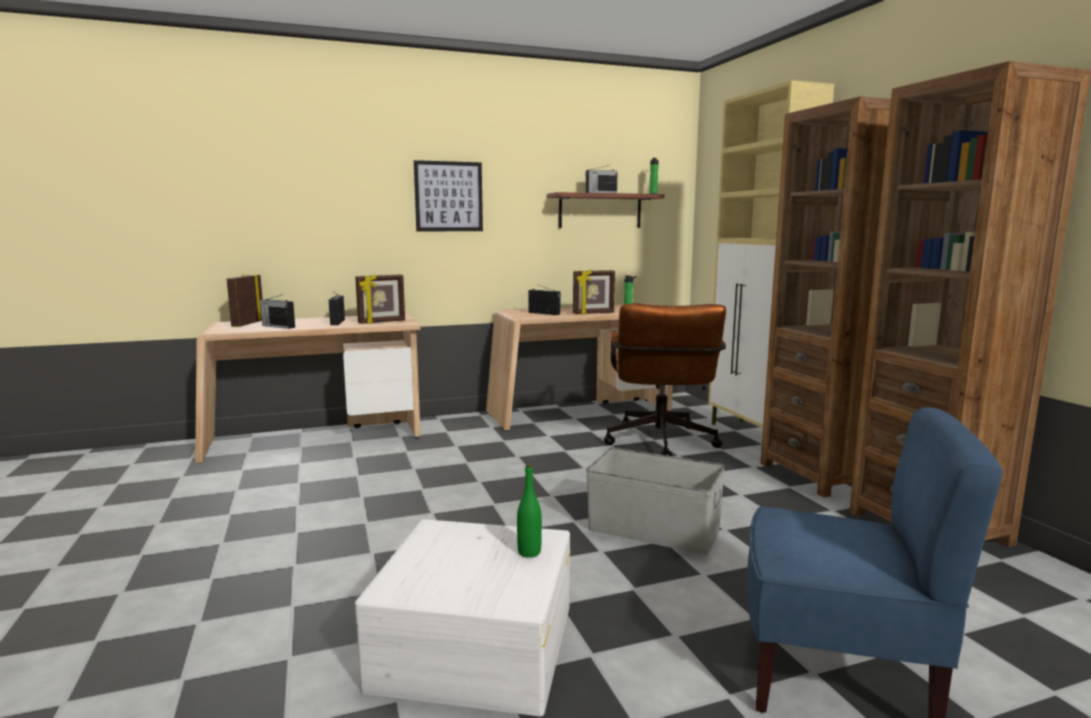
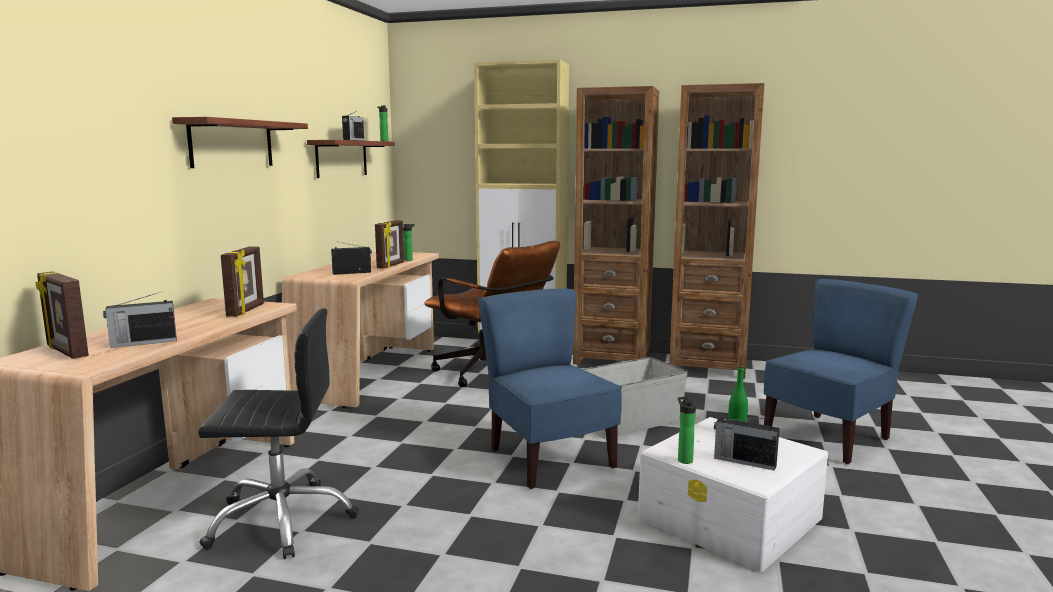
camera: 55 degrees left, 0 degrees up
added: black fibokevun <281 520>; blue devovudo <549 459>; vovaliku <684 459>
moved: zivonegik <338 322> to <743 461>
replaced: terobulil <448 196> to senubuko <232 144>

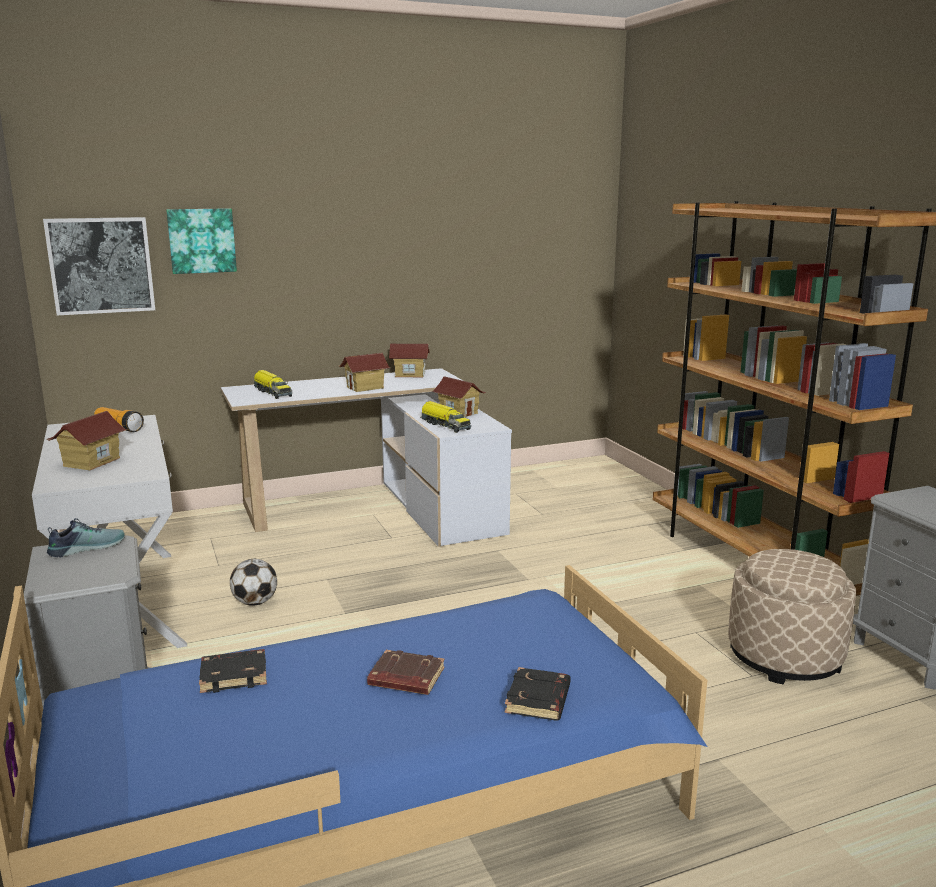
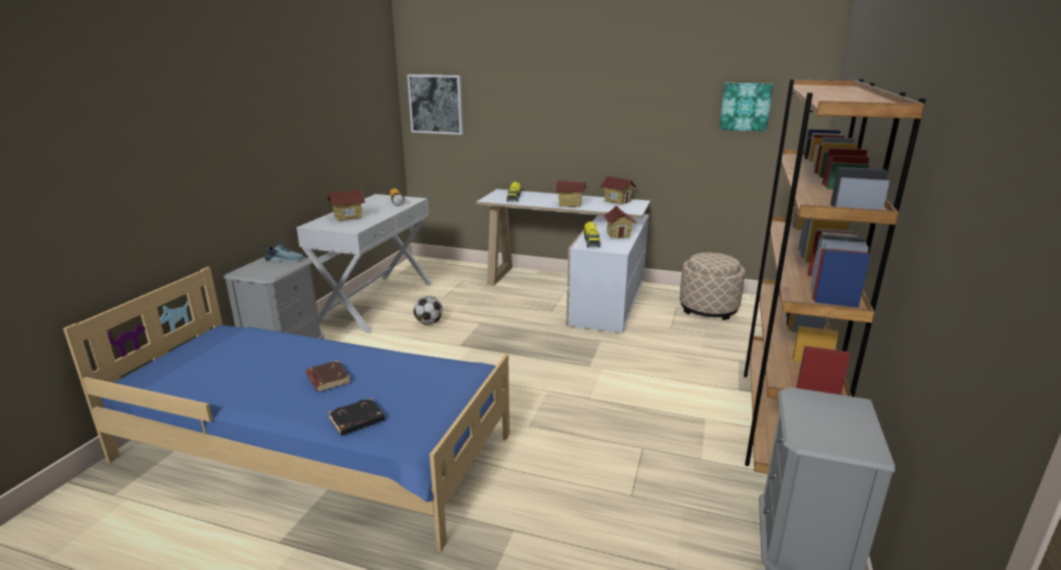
camera: 40 degrees right, 5 degrees up
removed: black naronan <234 675>
moved: terobulil <201 240> to <745 106>; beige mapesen <784 656> to <708 308>

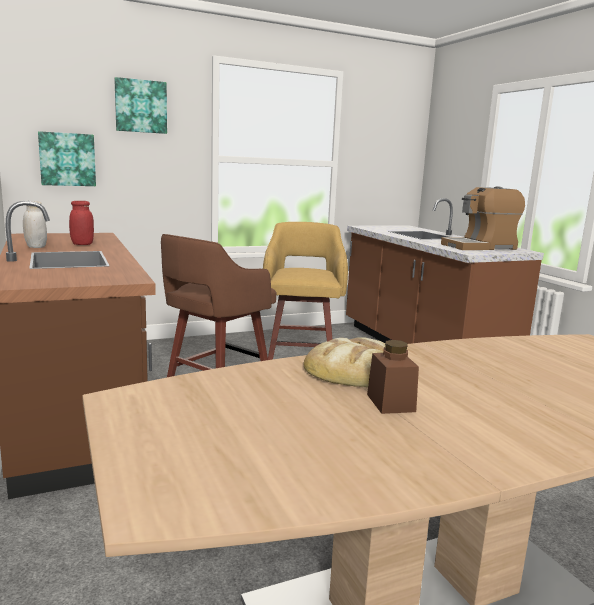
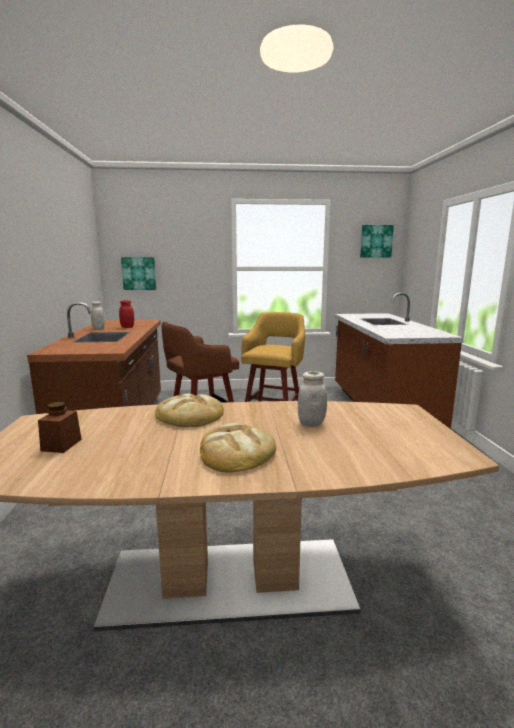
camera: 20 degrees right, 0 degrees up
removed: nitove <480 247>
added: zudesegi <236 452>; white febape <311 423>
moved: terobulil <141 106> to <376 241>; brown febape <390 403> to <61 445>

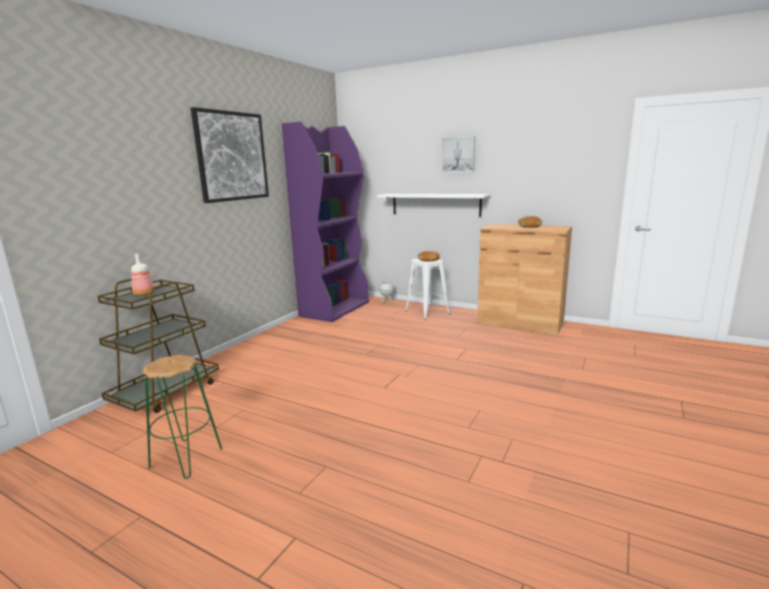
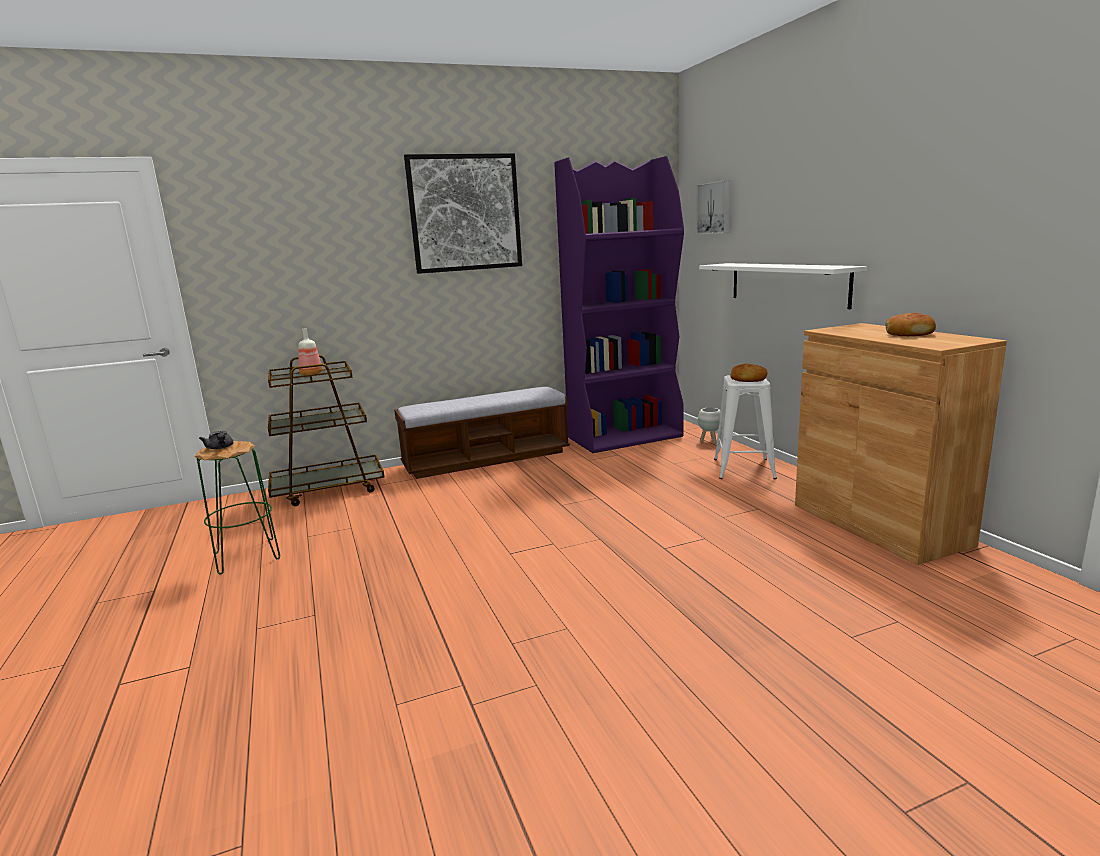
camera: 40 degrees right, 0 degrees up
added: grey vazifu <220 448>; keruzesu <486 459>
moved: terobulil <458 154> to <715 208>

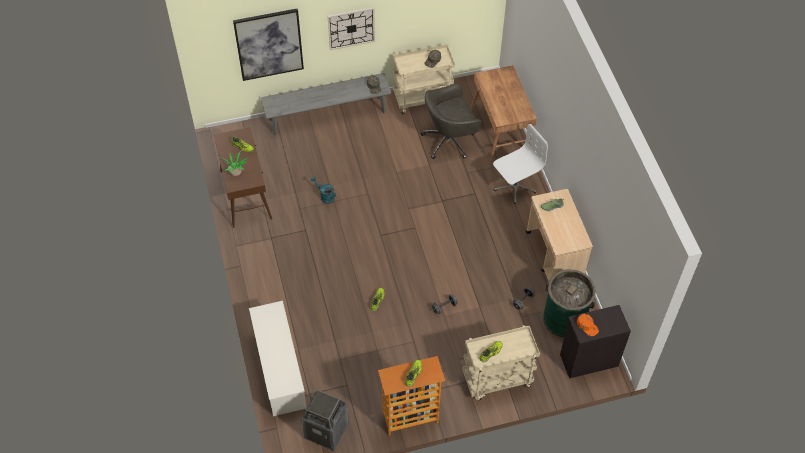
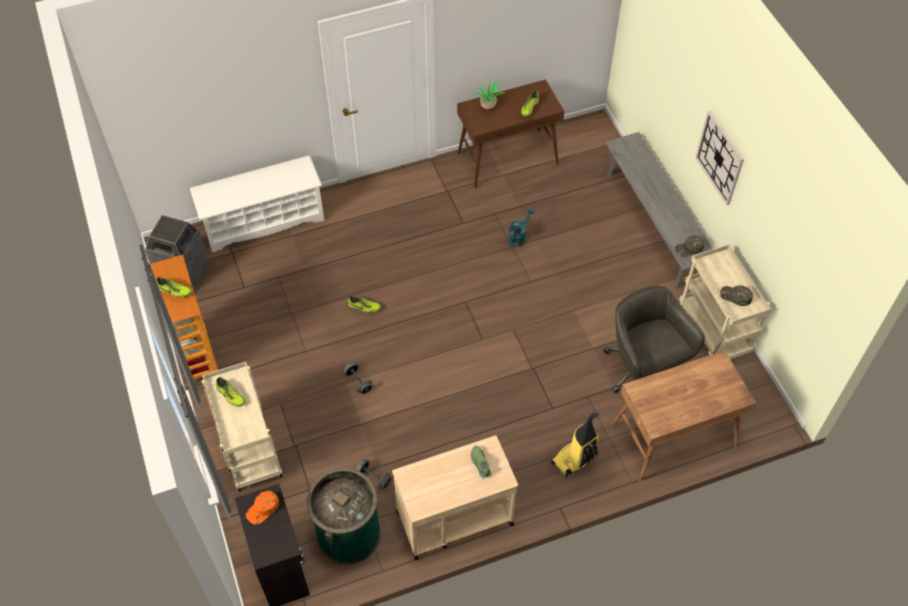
camera: 85 degrees right, 0 degrees up
removed: terobulil <269 44>
replaced: white fibokevun <514 186> to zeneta <574 460>

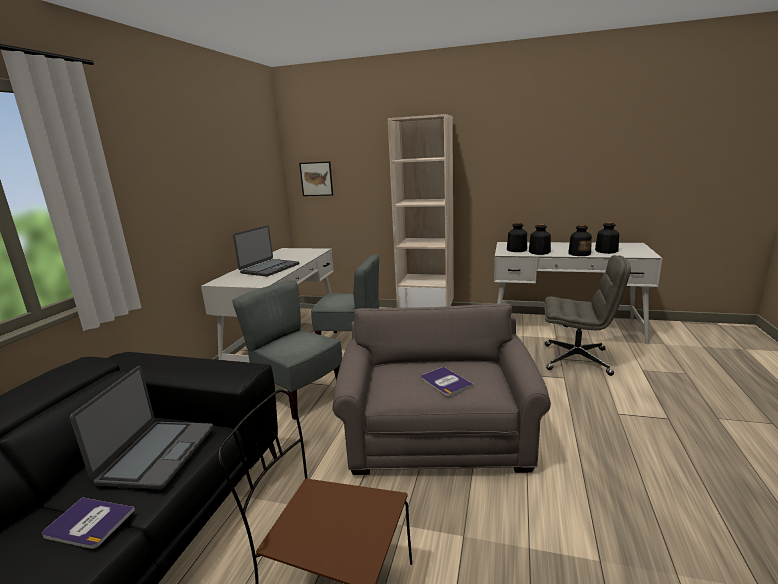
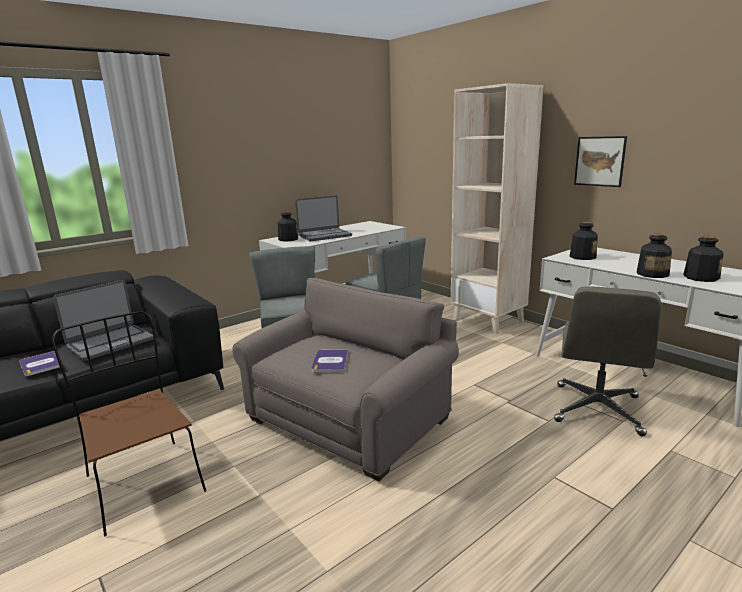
camera: 35 degrees right, 0 degrees up
moved: terobulil <316 179> to <599 161>; vovaliku <539 252> to <288 239>
turned: grey fibokevun <577 359> = <597 410> 60 degrees clockwise

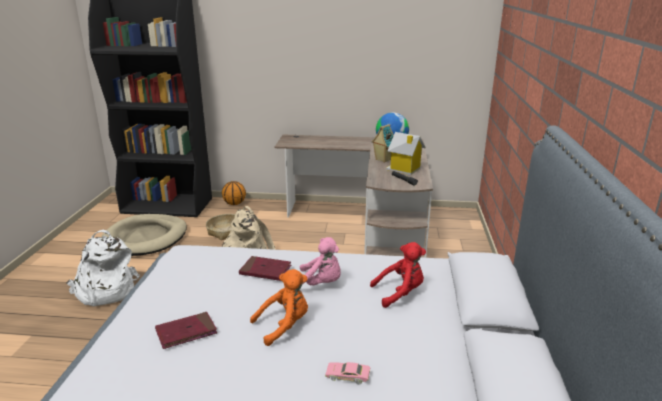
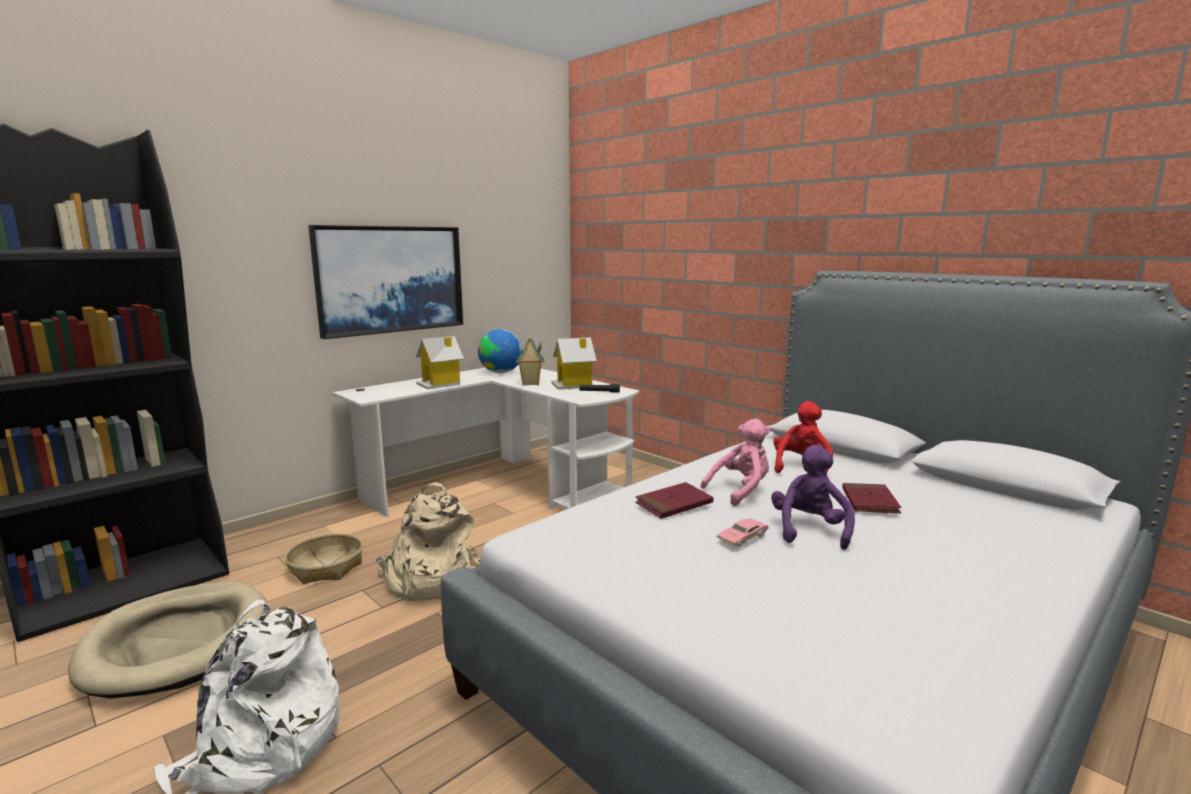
camera: 50 degrees left, 10 degrees down
removed: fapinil <235 203>
added: terobulil <391 279>; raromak <440 384>
moved: red naronan <186 332> to <869 501>; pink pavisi <347 375> to <742 537>
recoloured: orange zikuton <284 325> to purple zikuton <809 530>; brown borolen <368 225> to white borolen <504 486>

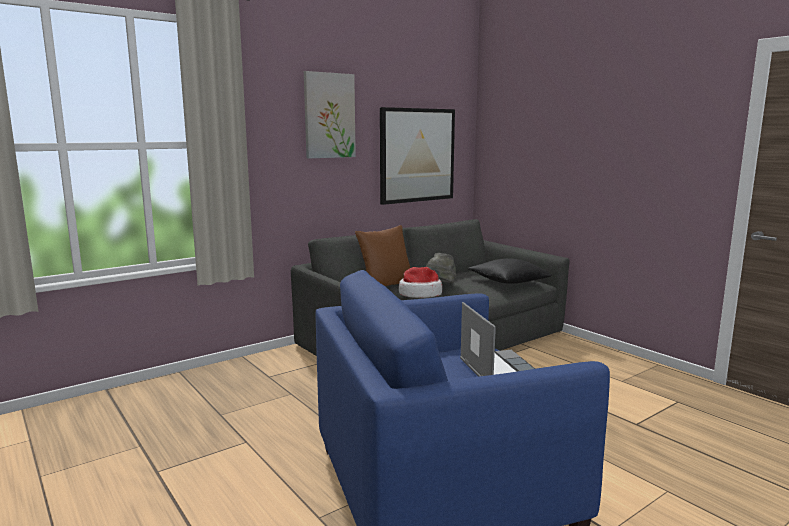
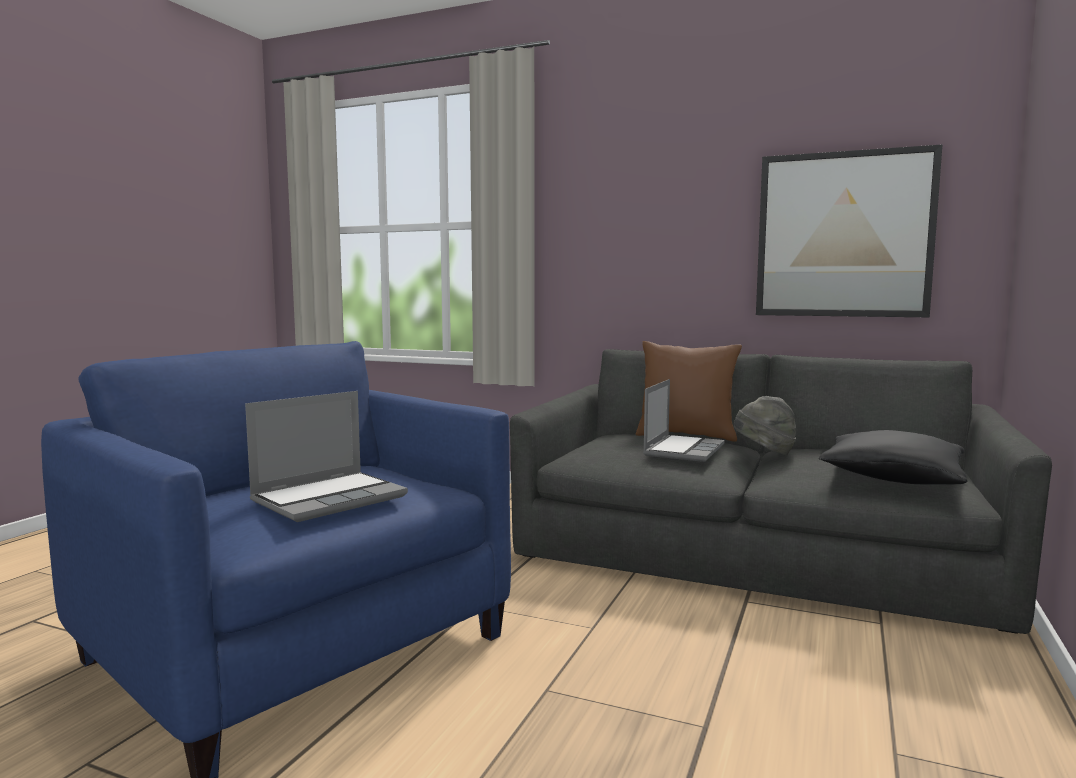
camera: 60 degrees right, 5 degrees down
removed: terobulil <329 115>
replaced: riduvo <420 294> to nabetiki <683 450>

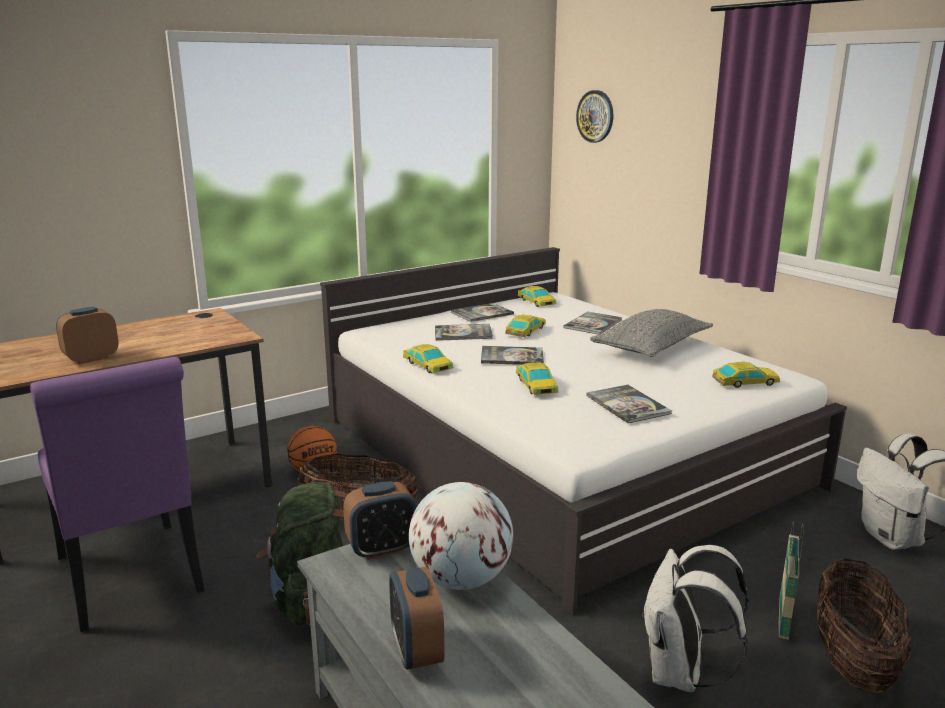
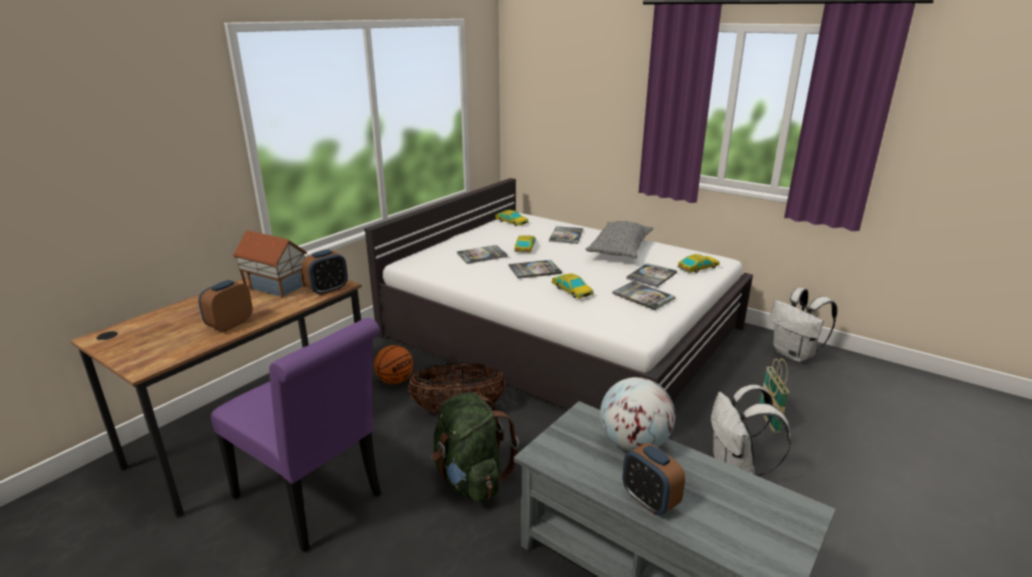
camera: 20 degrees left, 5 degrees up
removed: pavisi <427 365>; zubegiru <595 116>; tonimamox <852 662>
added: raromak <276 286>
moved: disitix <382 549> to <328 290>; naronan <482 313> to <651 276>

